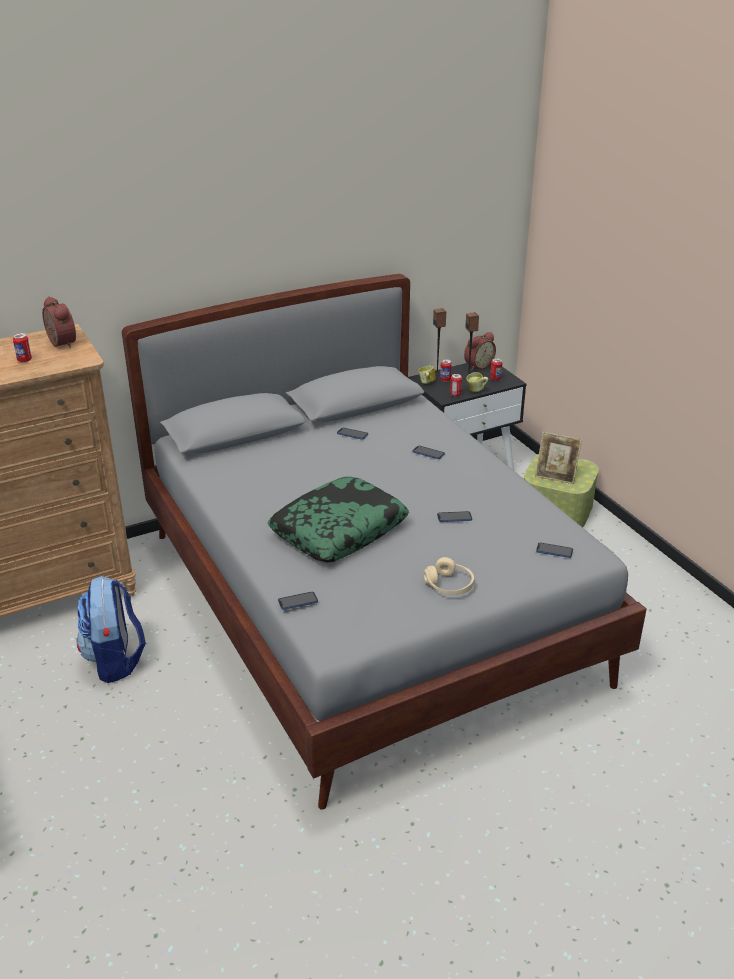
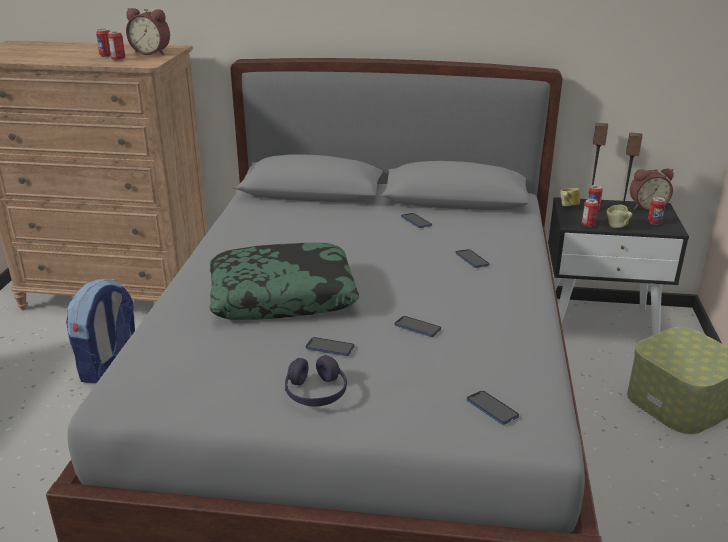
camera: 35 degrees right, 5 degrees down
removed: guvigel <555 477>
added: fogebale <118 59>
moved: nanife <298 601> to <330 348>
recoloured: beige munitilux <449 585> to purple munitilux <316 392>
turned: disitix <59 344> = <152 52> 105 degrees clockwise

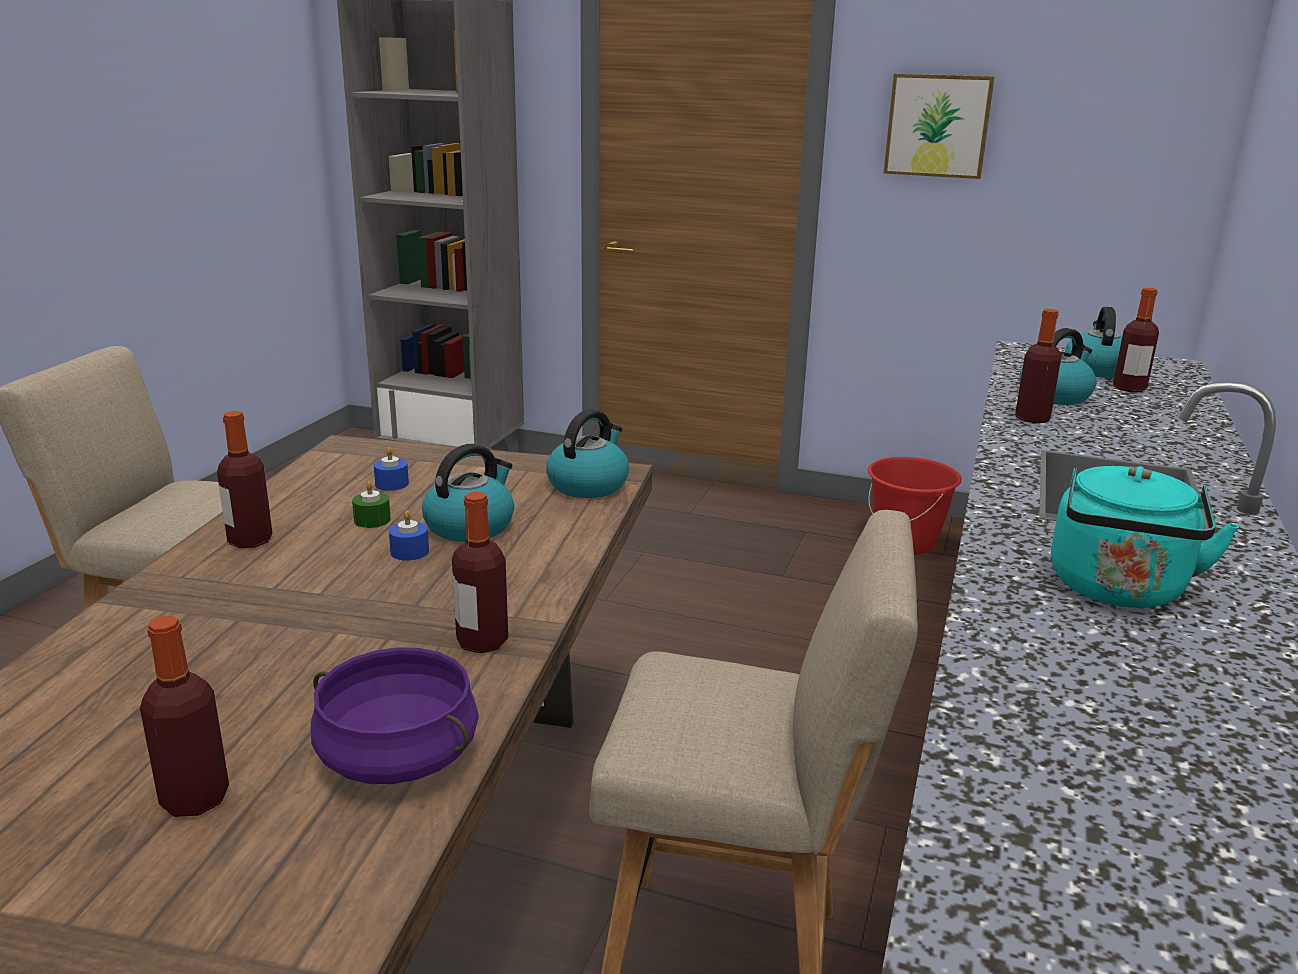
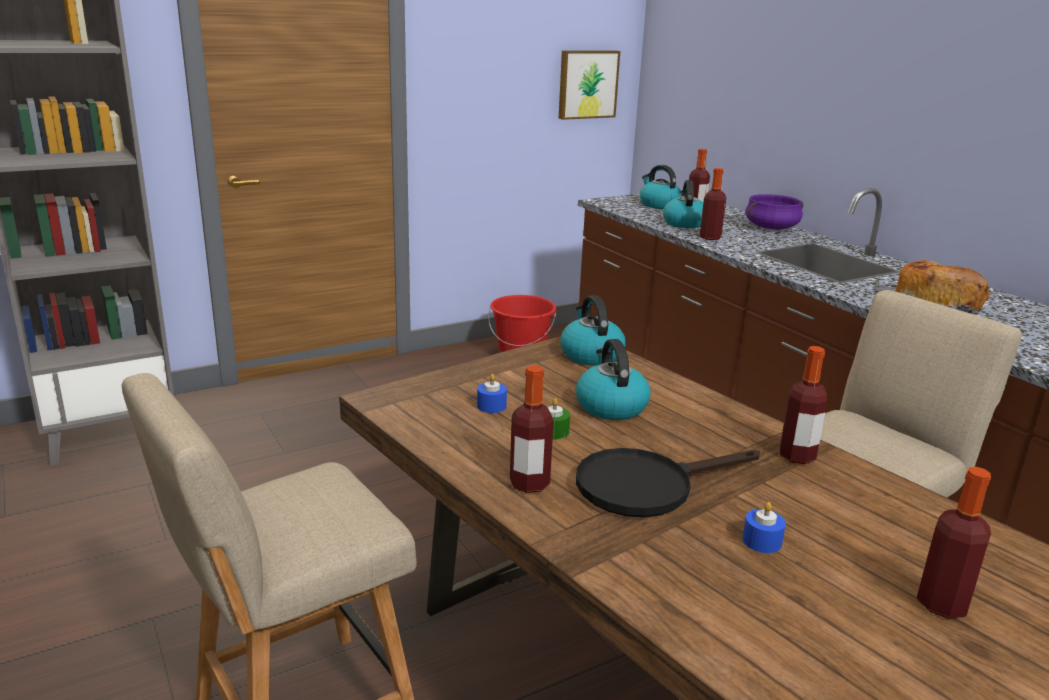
camera: 50 degrees left, 0 degrees up
added: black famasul <647 485>
moved: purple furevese <397 757> to <771 228>; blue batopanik <409 552> to <762 541>; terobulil <938 125> to <587 84>
replaced: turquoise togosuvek <1118 591> to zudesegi <936 302>

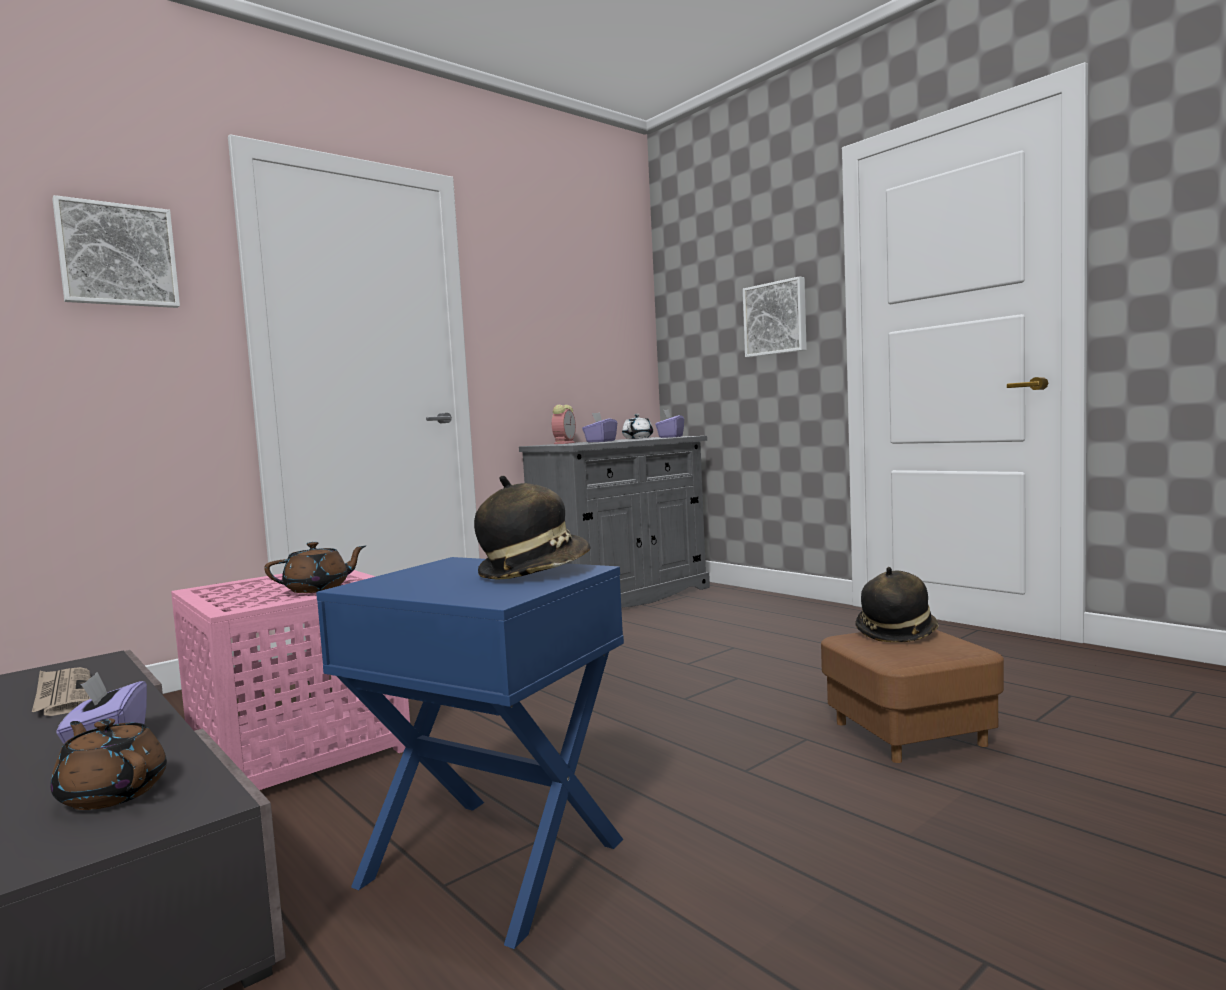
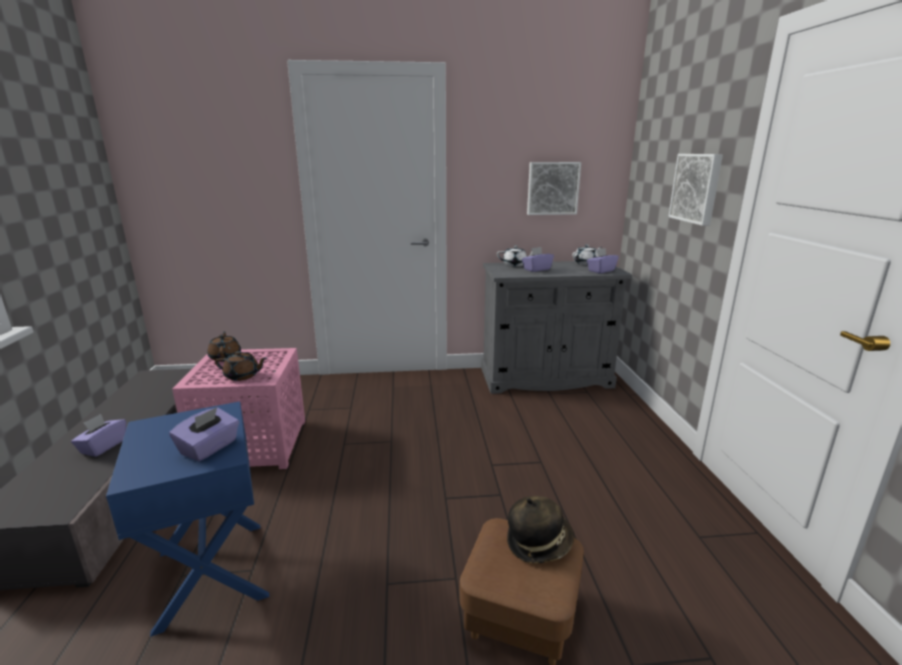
camera: 35 degrees right, 15 degrees up
removed: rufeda <63 695>
moved: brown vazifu <112 793> to <225 357>; terobulil <117 255> to <552 188>
replaced: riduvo <533 571> to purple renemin <209 448>; disitix <564 443> to white vazifu <515 265>

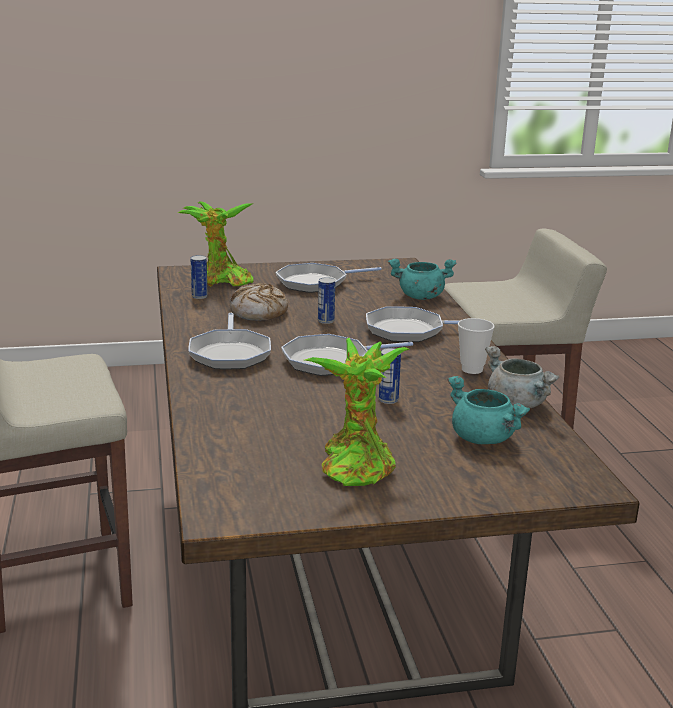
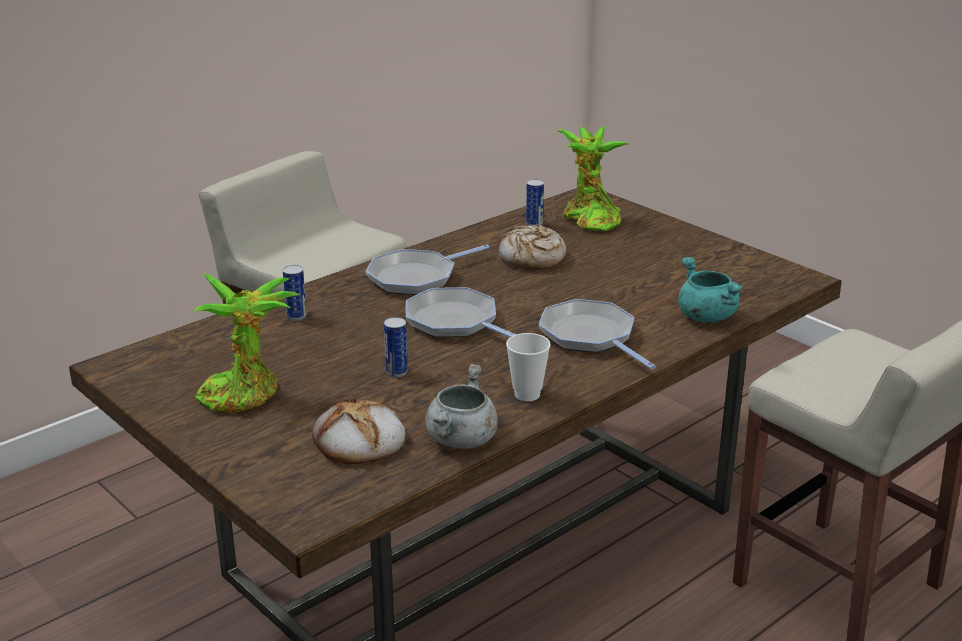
camera: 60 degrees right, 5 degrees up
removed: famasul <316 283>
moved: fogebale <326 321> to <296 316>
replaced: turquoise furevese <484 439> to zudesegi <358 440>

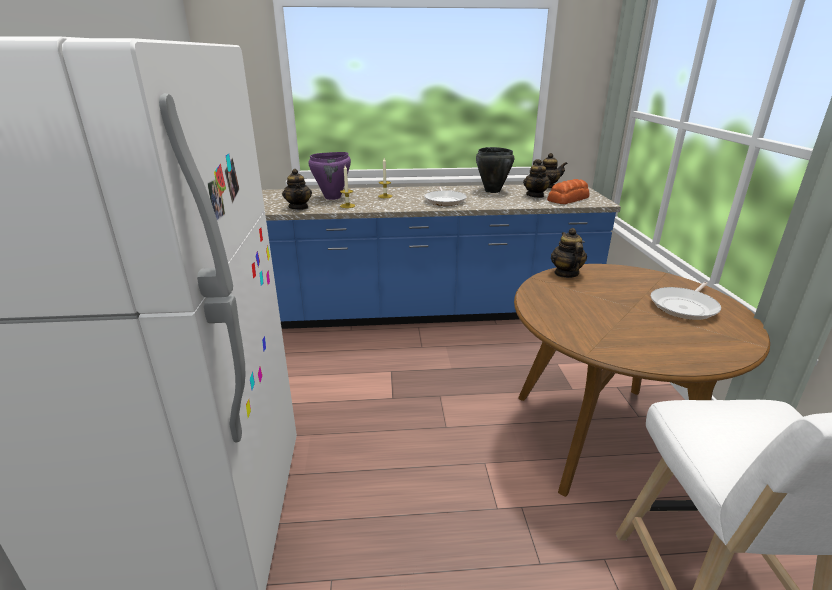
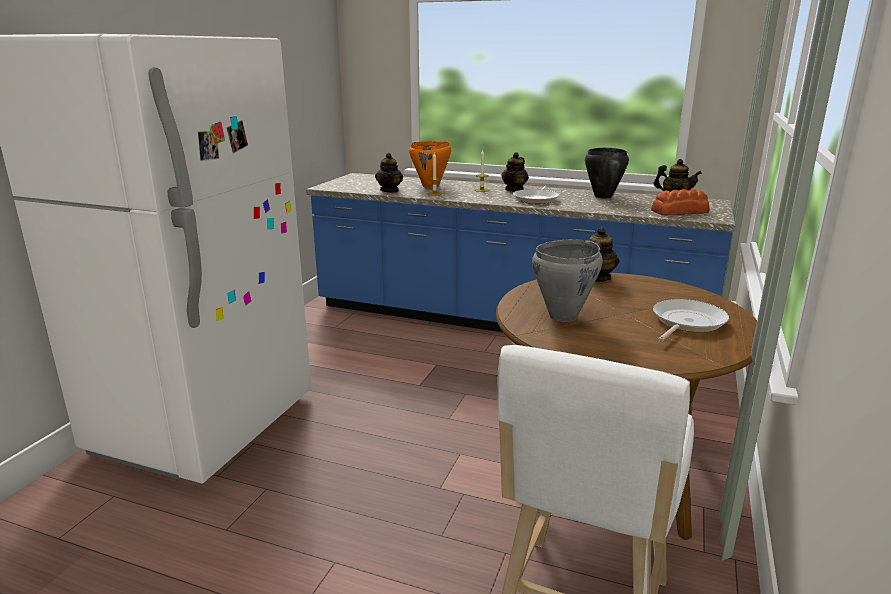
camera: 25 degrees right, 5 degrees down
added: grey furevese <563 316>
moved: vazifu <535 195> to <514 190>
recoloured: purple furevese <333 197> to orange furevese <431 186>
turned: famasul <685 306> = <686 322> 150 degrees clockwise

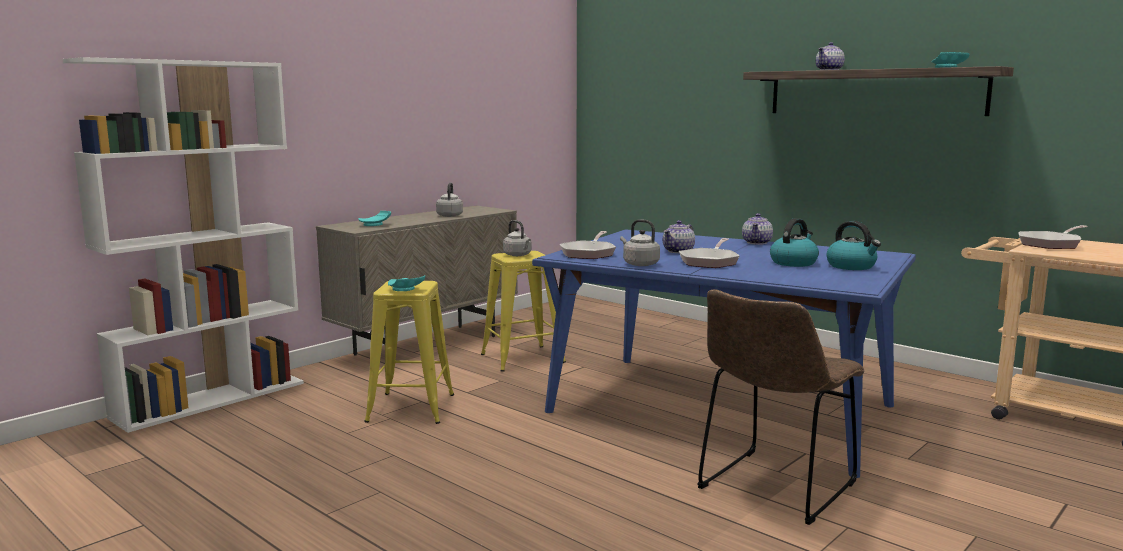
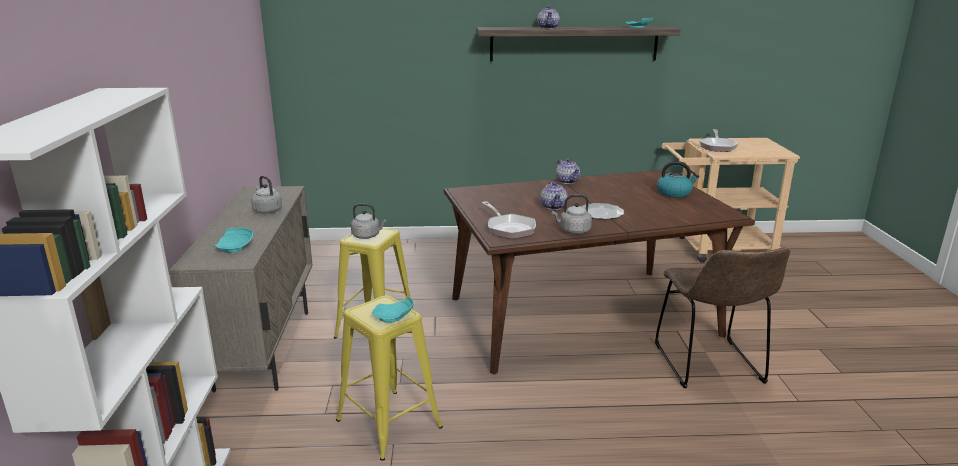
camera: 45 degrees left, 10 degrees up
removed: togosuvek <793 262>
replaced: famasul <710 261> to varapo <601 213>
recoloured: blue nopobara <722 409> to brown nopobara <582 316>

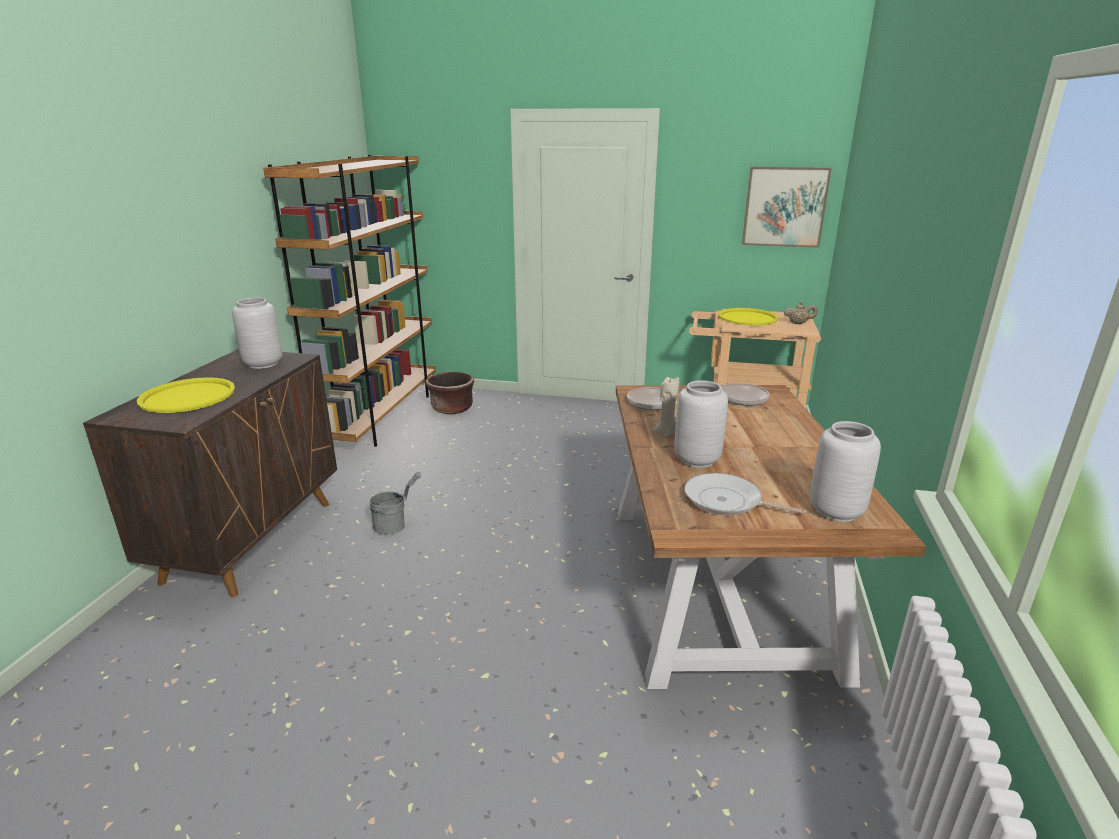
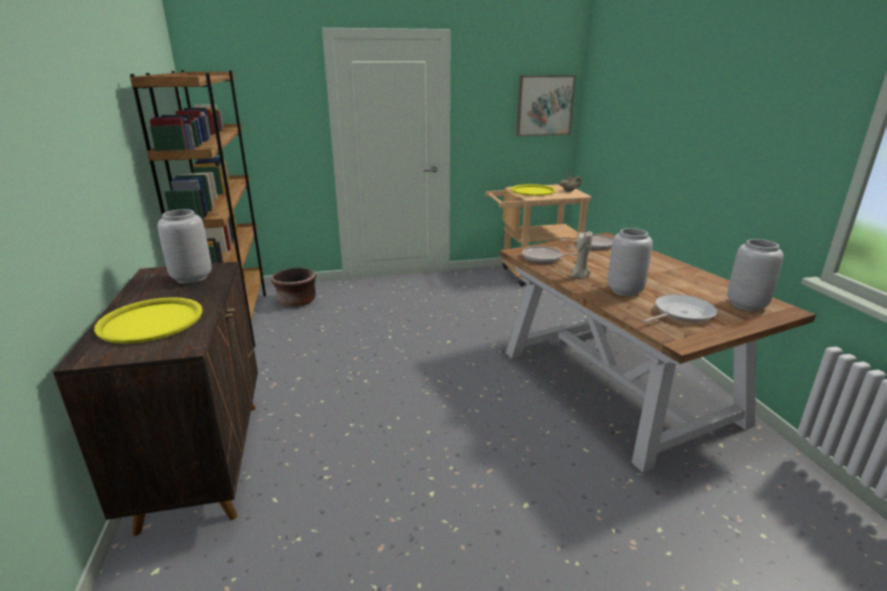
camera: 25 degrees left, 0 degrees up
removed: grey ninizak <395 525>
turned: famasul <727 501> = <680 313> 150 degrees clockwise

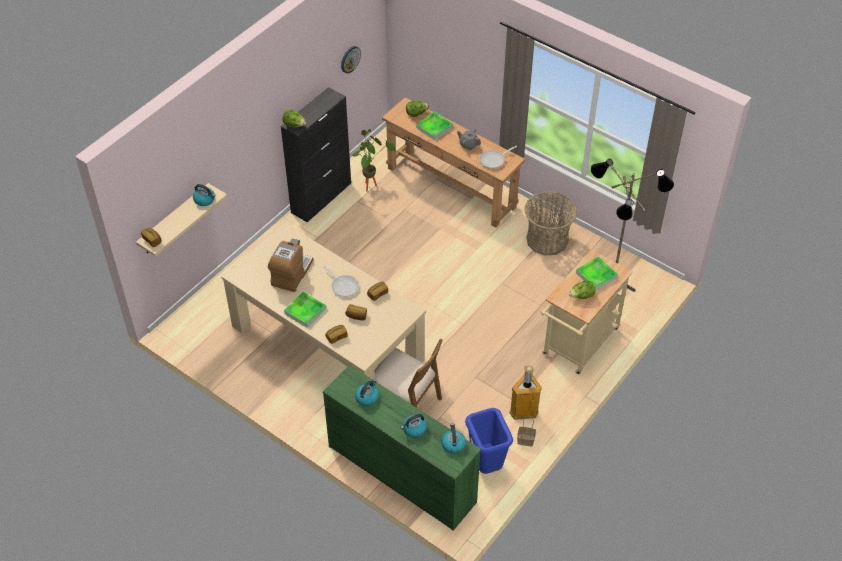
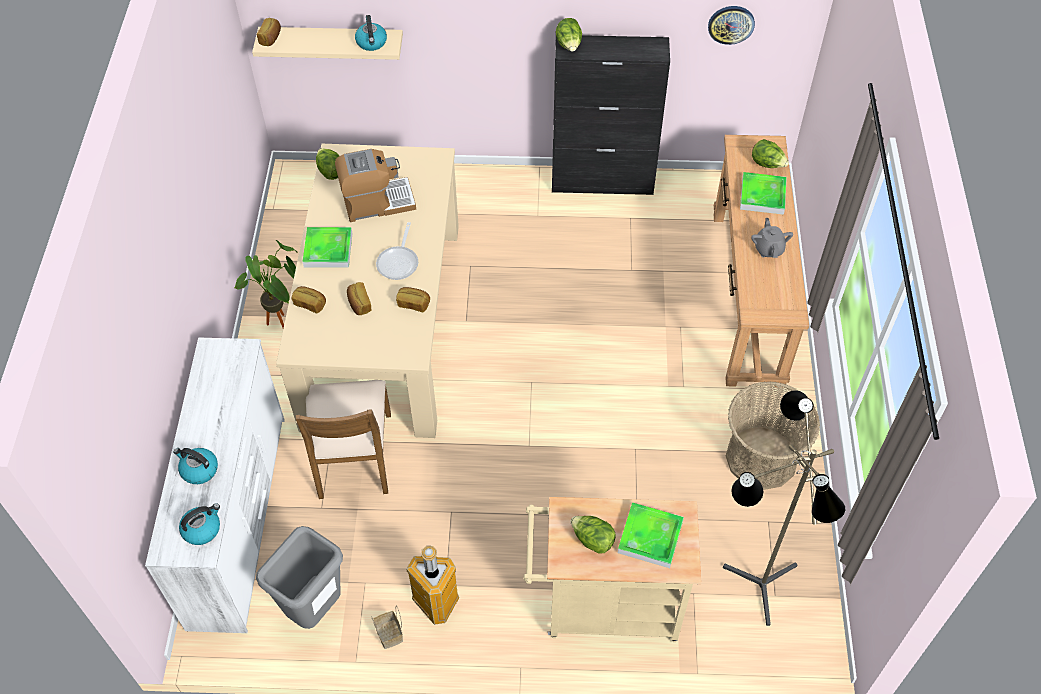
camera: 55 degrees right, 5 degrees up
removed: togosuvek <367 397>; famasul <494 160>
added: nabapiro <330 171>
moved: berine <372 184> to <284 323>
recoloured: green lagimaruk <401 473> to white lagimaruk <239 519>; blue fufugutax <486 465> to grey fufugutax <314 610>

